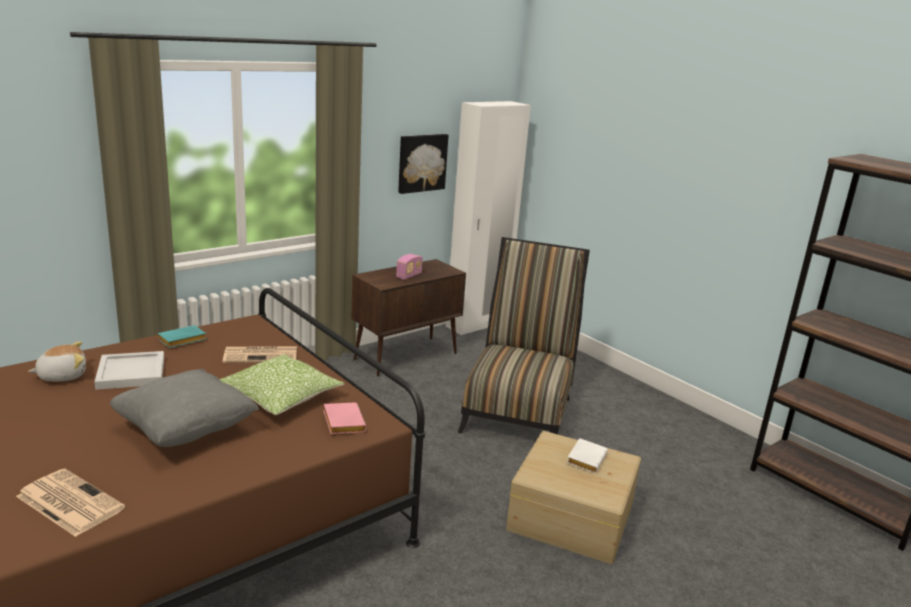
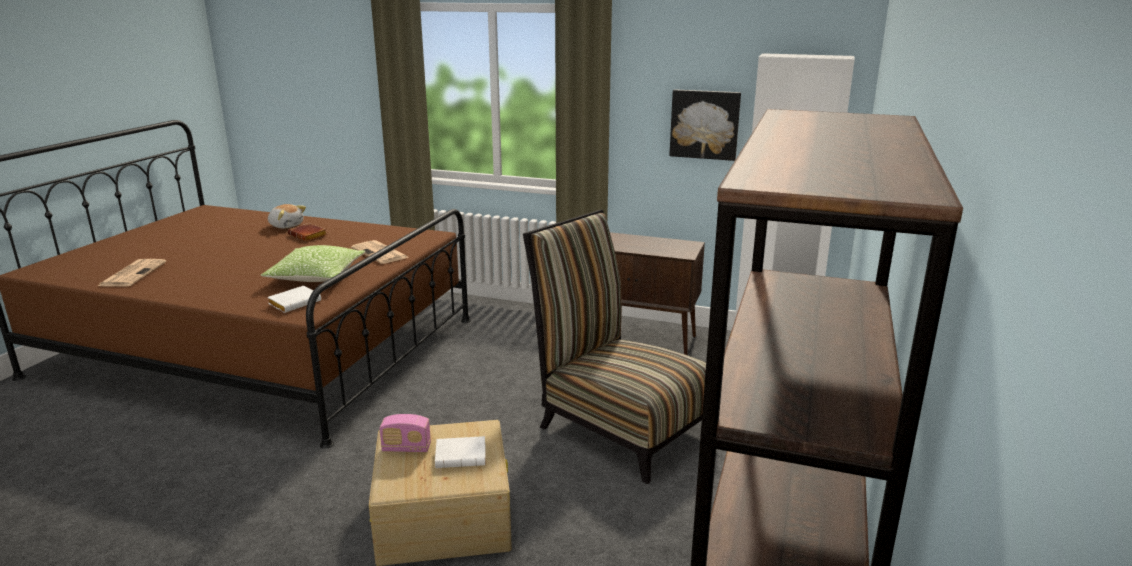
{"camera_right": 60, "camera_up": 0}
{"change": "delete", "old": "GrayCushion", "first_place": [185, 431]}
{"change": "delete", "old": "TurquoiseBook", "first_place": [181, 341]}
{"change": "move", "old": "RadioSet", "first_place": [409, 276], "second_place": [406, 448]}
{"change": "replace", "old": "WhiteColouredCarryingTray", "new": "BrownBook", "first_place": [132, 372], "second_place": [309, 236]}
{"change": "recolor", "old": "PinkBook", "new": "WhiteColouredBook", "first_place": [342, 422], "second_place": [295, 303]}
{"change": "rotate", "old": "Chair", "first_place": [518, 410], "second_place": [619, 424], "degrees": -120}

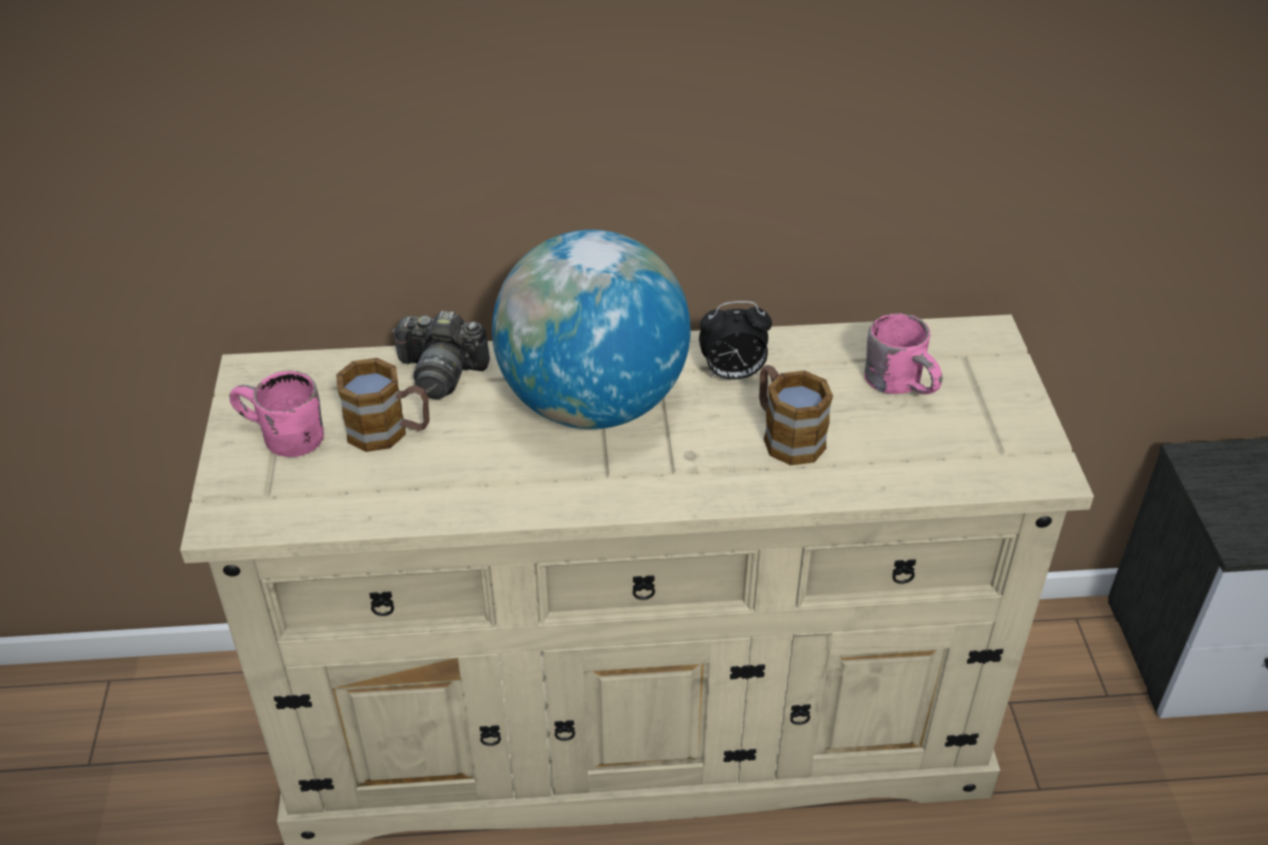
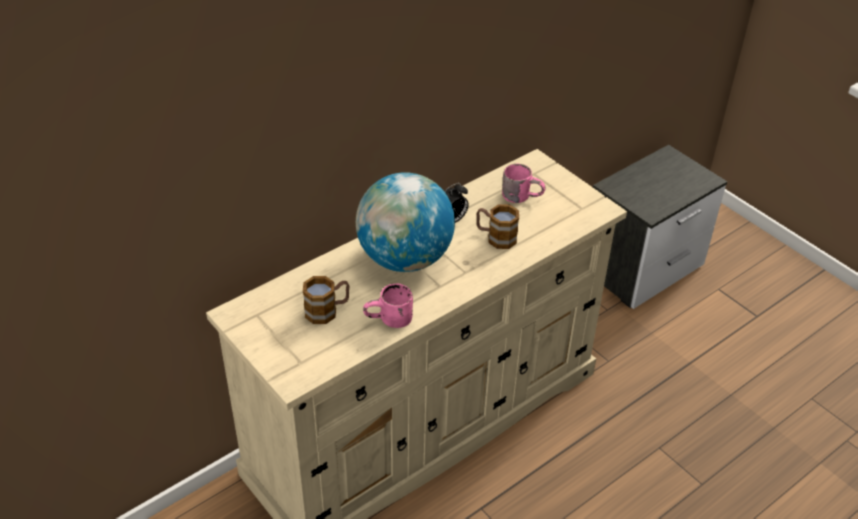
{"camera_right": -35, "camera_up": 0}
{"change": "delete", "old": "PhotoCamera", "first_place": [441, 373]}
{"change": "move", "old": "PinkMug", "first_place": [280, 440], "second_place": [390, 321]}

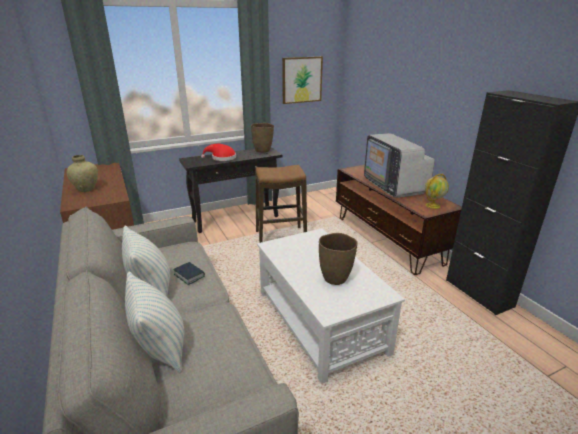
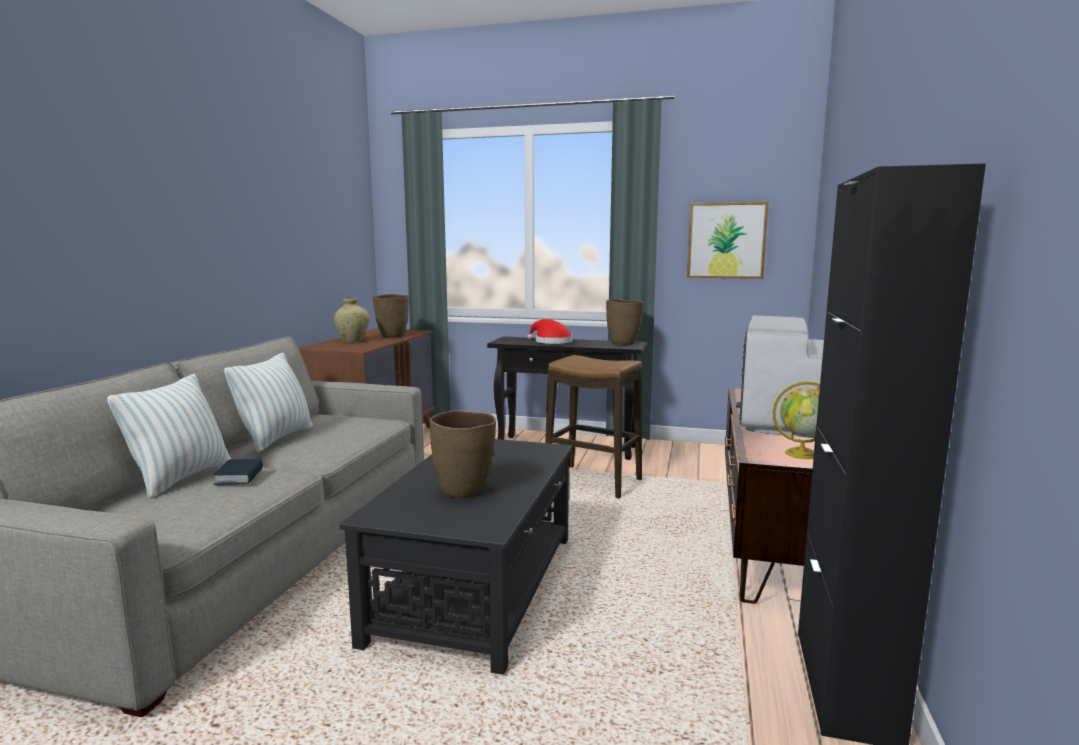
{"camera_right": 40, "camera_up": -15}
{"change": "insert", "new": "BrownFlowerVase", "second_place": [392, 336]}
{"change": "move", "old": "Book", "first_place": [189, 275], "second_place": [239, 477]}
{"change": "recolor", "old": "WhiteColouredLowTable", "new": "BlackishLowTable", "first_place": [320, 320], "second_place": [478, 586]}

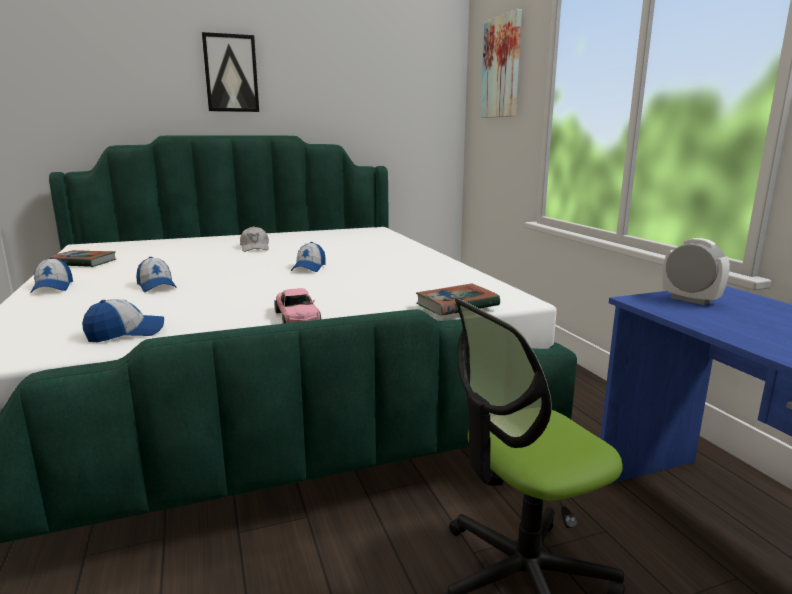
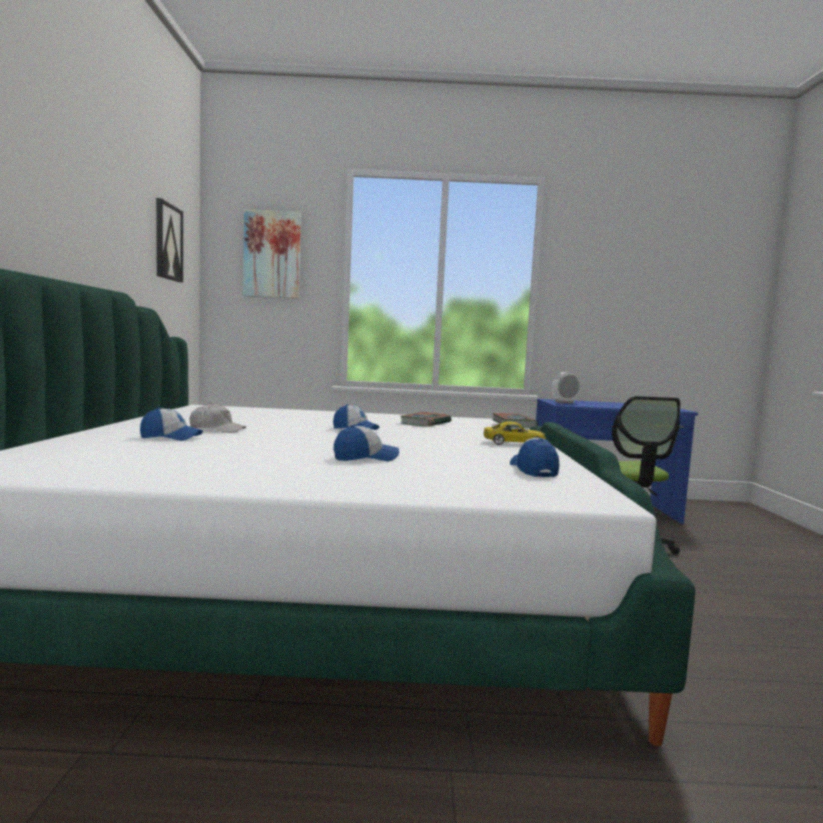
{"camera_right": -70, "camera_up": -10}
{"change": "move", "old": "BaseballCap", "first_place": [53, 287], "second_place": [171, 437]}
{"change": "move", "old": "Book", "first_place": [83, 263], "second_place": [425, 423]}
{"change": "move", "old": "WallArt", "first_place": [231, 73], "second_place": [168, 242]}
{"change": "recolor", "old": "PinkToyCar", "new": "YellowColouredToyCar", "first_place": [297, 317], "second_place": [514, 443]}

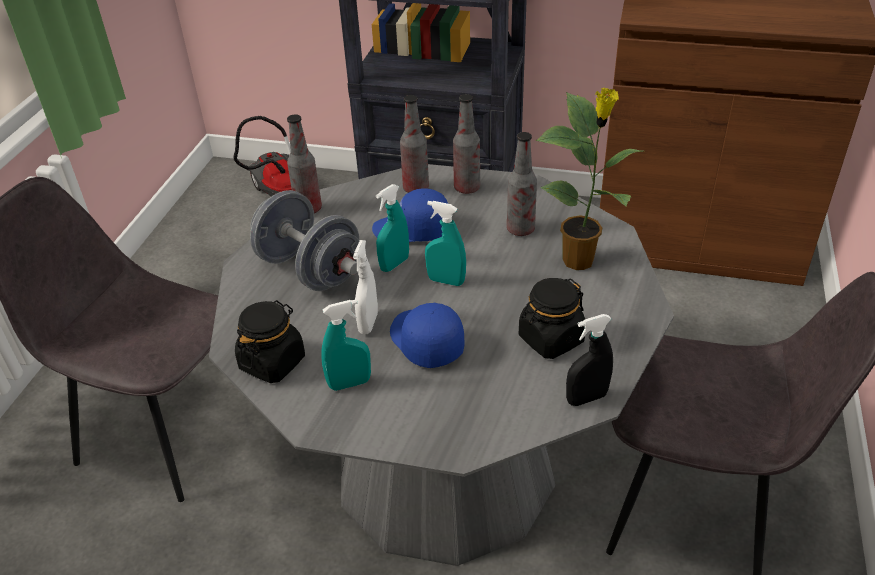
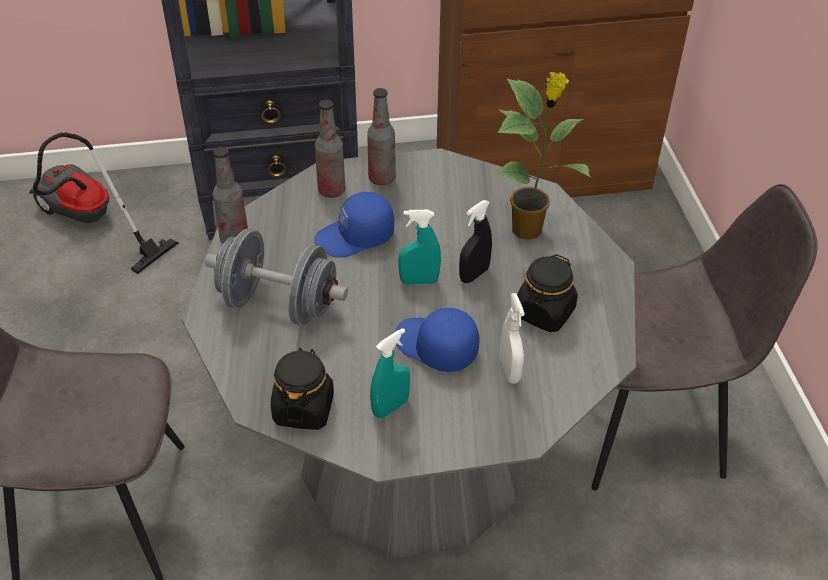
{"camera_right": -25, "camera_up": 5}
{"change": "delete", "old": "TurquoiseHandSprayer", "first_place": [394, 264]}
{"change": "delete", "old": "BeverageBottle", "first_place": [520, 229]}
{"change": "move", "old": "WhiteColouredHandSprayer", "first_place": [368, 323], "second_place": [509, 370]}
{"change": "move", "old": "BlackishHandSprayer", "first_place": [586, 398], "second_place": [474, 275]}

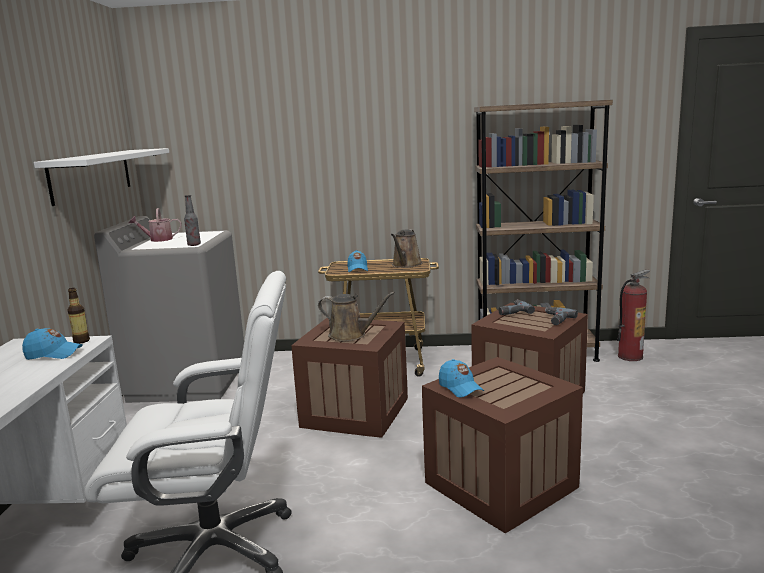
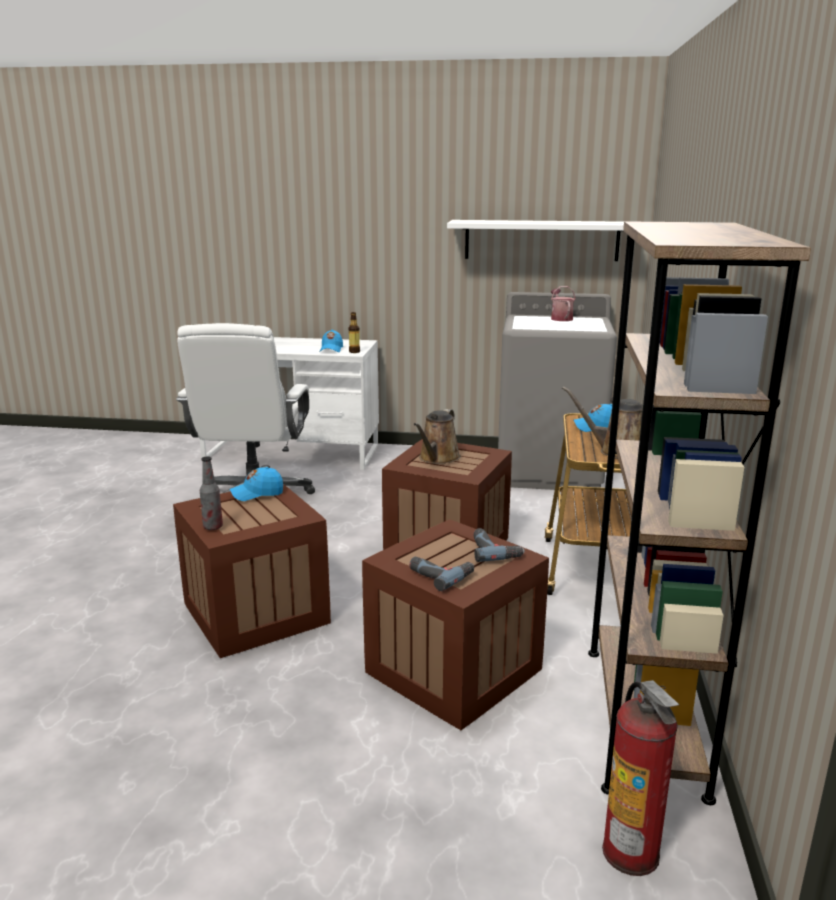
{"camera_right": 95, "camera_up": 5}
{"change": "move", "old": "BeverageBottle", "first_place": [194, 245], "second_place": [213, 527]}

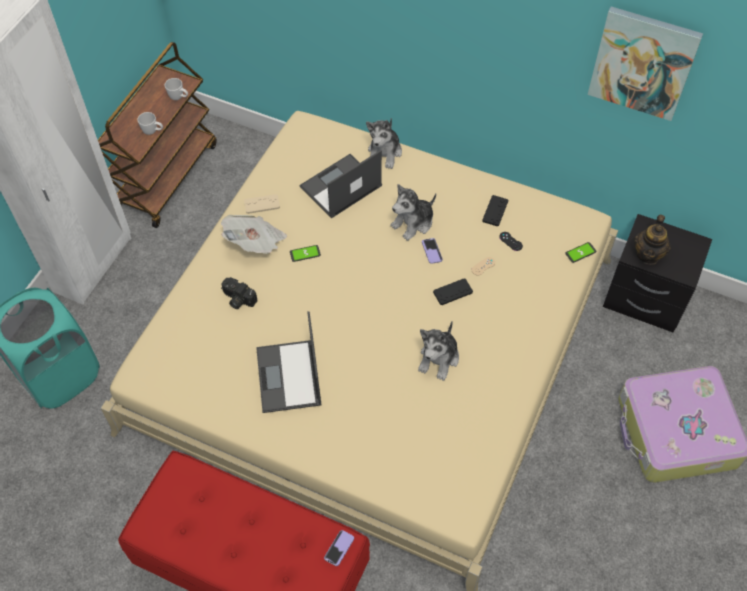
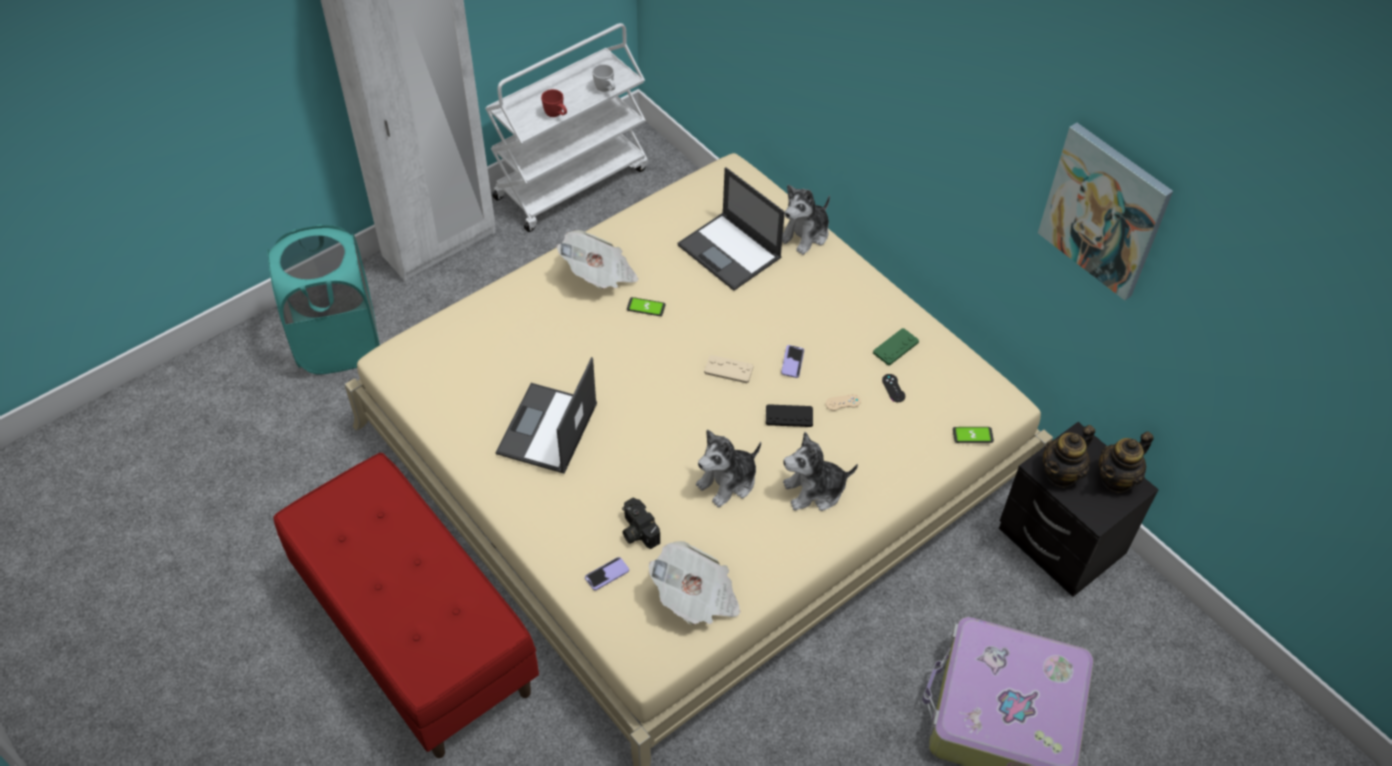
{"camera_right": 25, "camera_up": -5}
{"change": "insert", "new": "PrintedPaper", "second_place": [696, 597]}
{"change": "insert", "new": "PotForTea", "second_place": [1117, 479]}
{"change": "move", "old": "PhotoCamera", "first_place": [237, 299], "second_place": [637, 531]}
{"change": "move", "old": "BeigeJoypad", "first_place": [262, 204], "second_place": [728, 370]}
{"change": "move", "old": "Phone", "first_place": [339, 548], "second_place": [607, 574]}
{"change": "move", "old": "PlushToy", "first_place": [413, 223], "second_place": [815, 490]}
{"change": "recolor", "old": "BrownTrolley", "new": "WhiteColouredTrolley", "first_place": [166, 176], "second_place": [571, 182]}
{"change": "recolor", "old": "WhiteColouredMug", "new": "RedMug", "first_place": [153, 132], "second_place": [556, 115]}
{"change": "recolor", "old": "BlackishJoypad", "new": "GreenColouredJoypad", "first_place": [495, 211], "second_place": [895, 347]}
{"change": "rotate", "old": "PortableComputer", "first_place": [340, 187], "second_place": [730, 252], "degrees": -120}

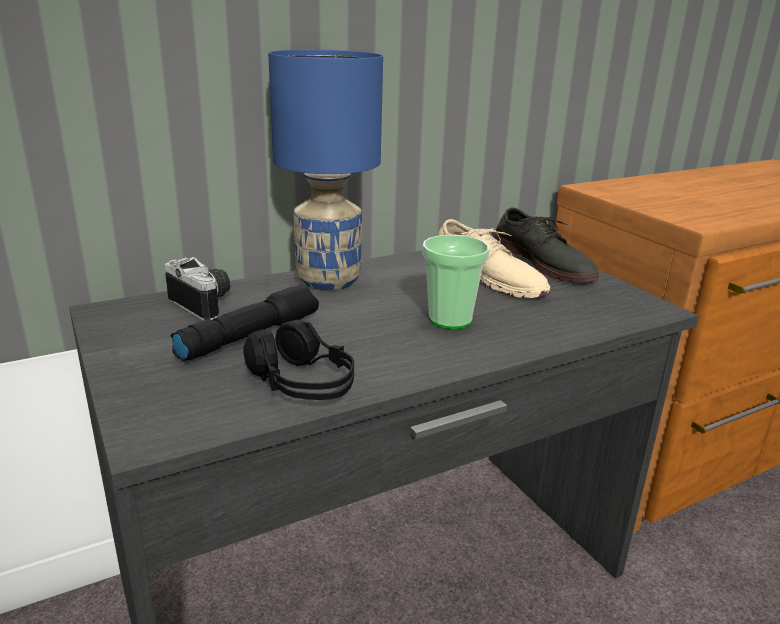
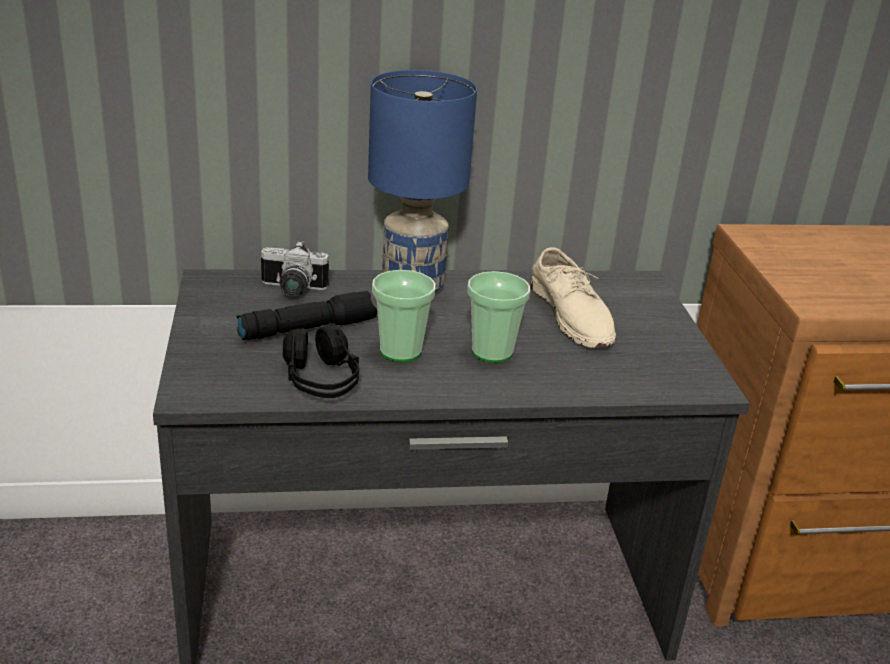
{"camera_right": 20, "camera_up": 5}
{"change": "delete", "old": "GrayItemOfFootwear", "first_place": [543, 262]}
{"change": "insert", "new": "SmallCup", "second_place": [400, 351]}
{"change": "rotate", "old": "PhotoCamera", "first_place": [206, 304], "second_place": [292, 290], "degrees": 120}

